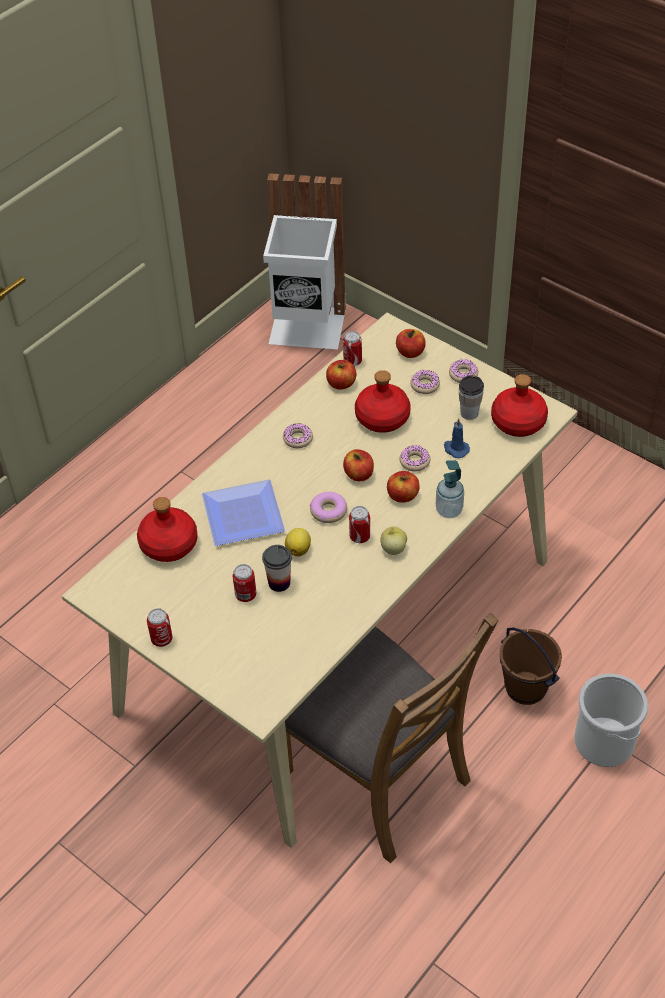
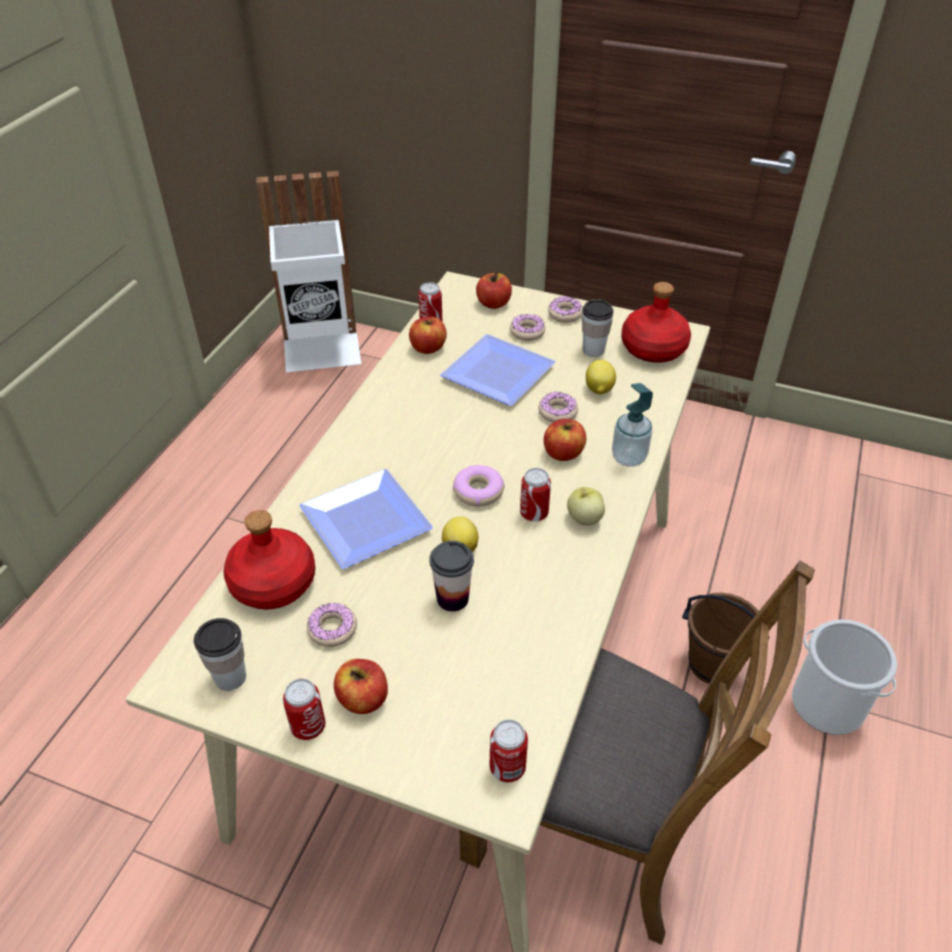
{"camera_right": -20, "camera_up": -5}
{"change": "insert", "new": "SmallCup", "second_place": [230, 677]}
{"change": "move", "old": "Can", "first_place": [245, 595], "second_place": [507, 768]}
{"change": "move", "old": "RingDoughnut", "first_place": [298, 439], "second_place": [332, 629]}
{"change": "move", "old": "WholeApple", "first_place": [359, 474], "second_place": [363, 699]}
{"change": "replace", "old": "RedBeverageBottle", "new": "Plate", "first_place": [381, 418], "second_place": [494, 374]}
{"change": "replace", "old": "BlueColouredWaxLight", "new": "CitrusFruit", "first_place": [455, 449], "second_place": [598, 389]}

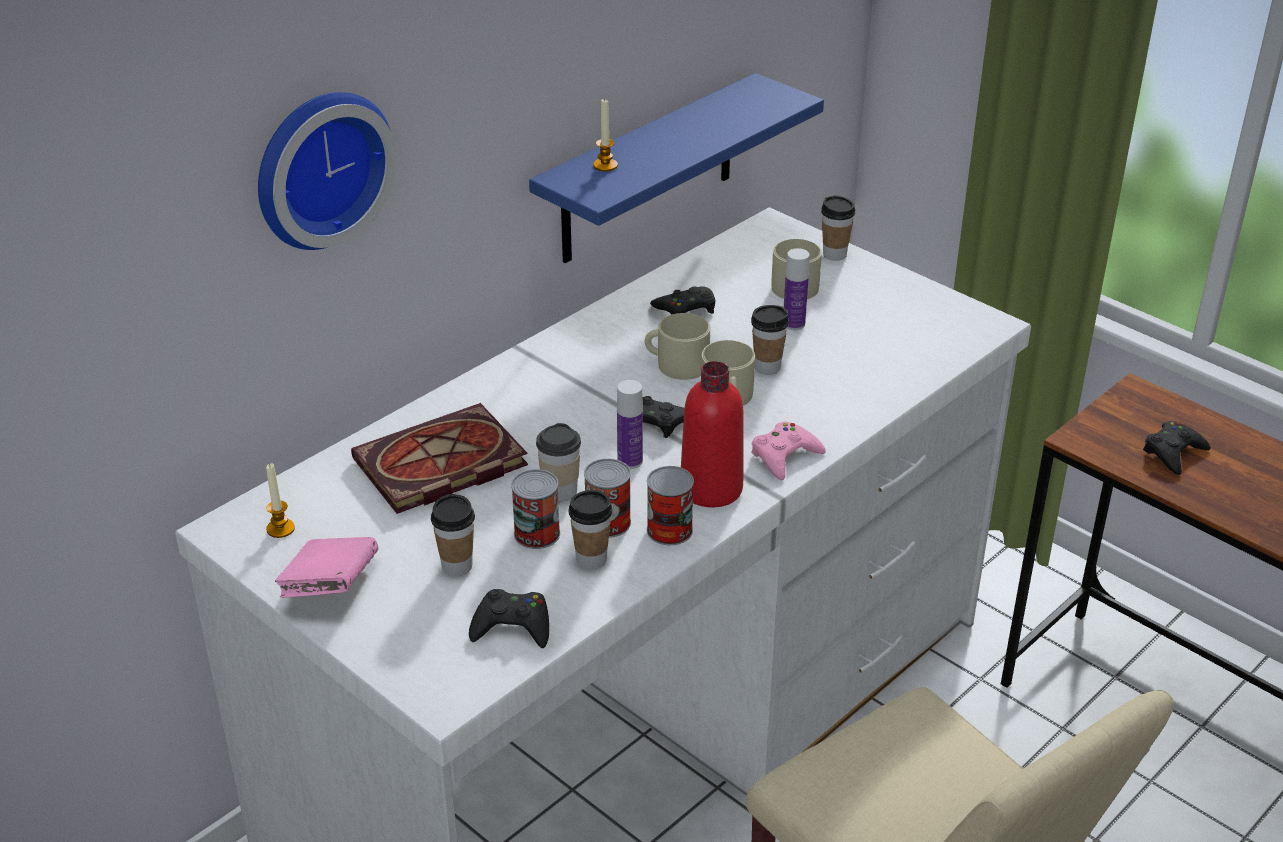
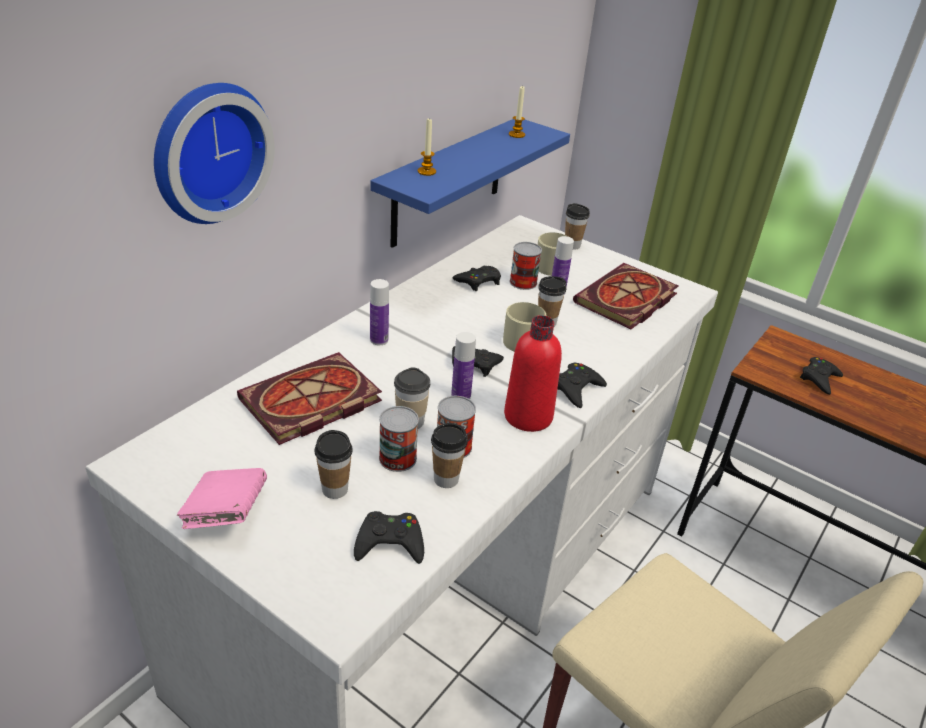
{"camera_right": -10, "camera_up": 0}
{"change": "delete", "old": "BeigeMug", "first_place": [676, 364]}
{"change": "insert", "new": "BeverageBottle", "second_place": [379, 340]}
{"change": "insert", "new": "Book", "second_place": [626, 301]}
{"change": "move", "old": "WaxLight", "first_place": [280, 529], "second_place": [516, 135]}
{"change": "move", "old": "Can", "first_place": [669, 530], "second_place": [523, 282]}
{"change": "recolor", "old": "PinkJoypad", "new": "BlackishJoypad", "first_place": [784, 456], "second_place": [576, 389]}

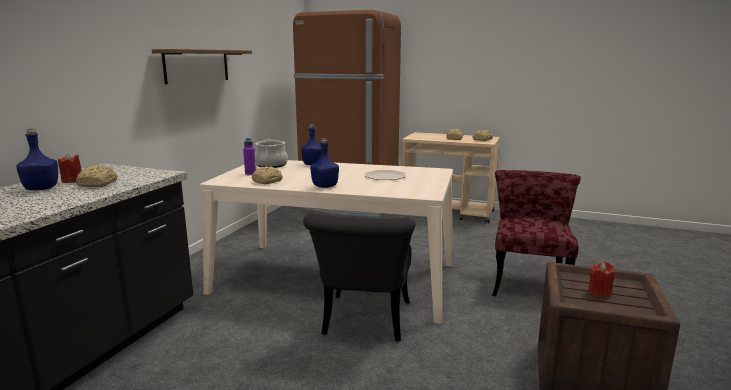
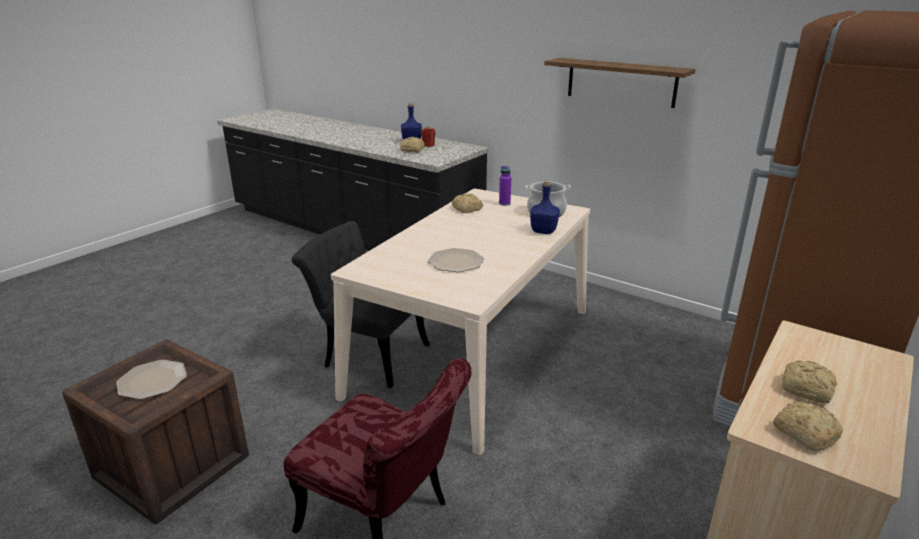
{"camera_right": 105, "camera_up": 10}
{"change": "delete", "old": "BlueColouredBeverageBottle", "first_place": [325, 186]}
{"change": "replace", "old": "RedWaxLight", "new": "Plate", "first_place": [600, 292], "second_place": [153, 380]}

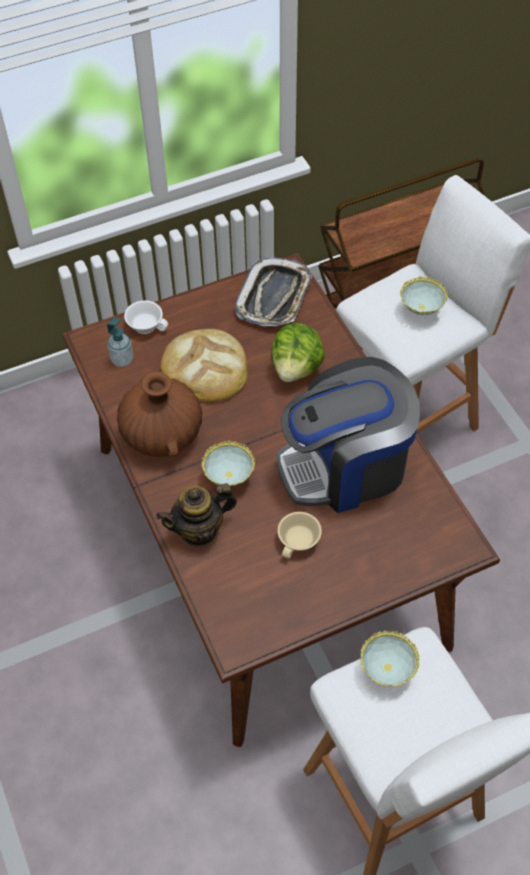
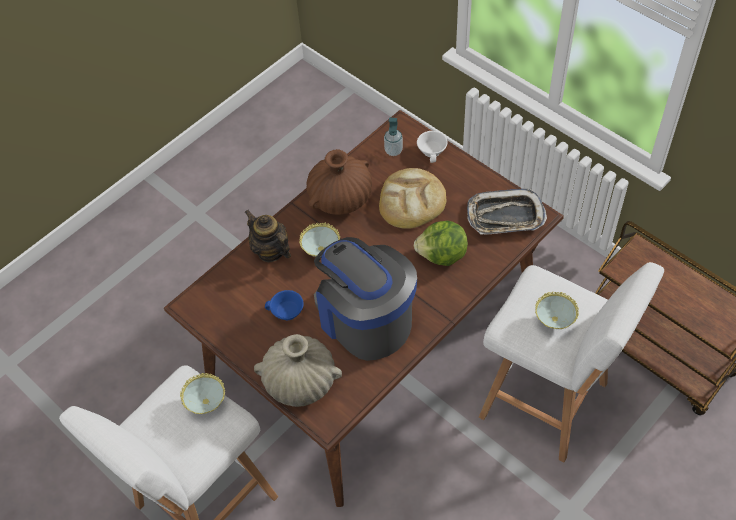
{"camera_right": 70, "camera_up": 0}
{"change": "insert", "new": "BeigeFlowerVase", "second_place": [300, 382]}
{"change": "recolor", "old": "BeigeSmallCup", "new": "BlueColouredSmallCup", "first_place": [299, 541], "second_place": [286, 313]}

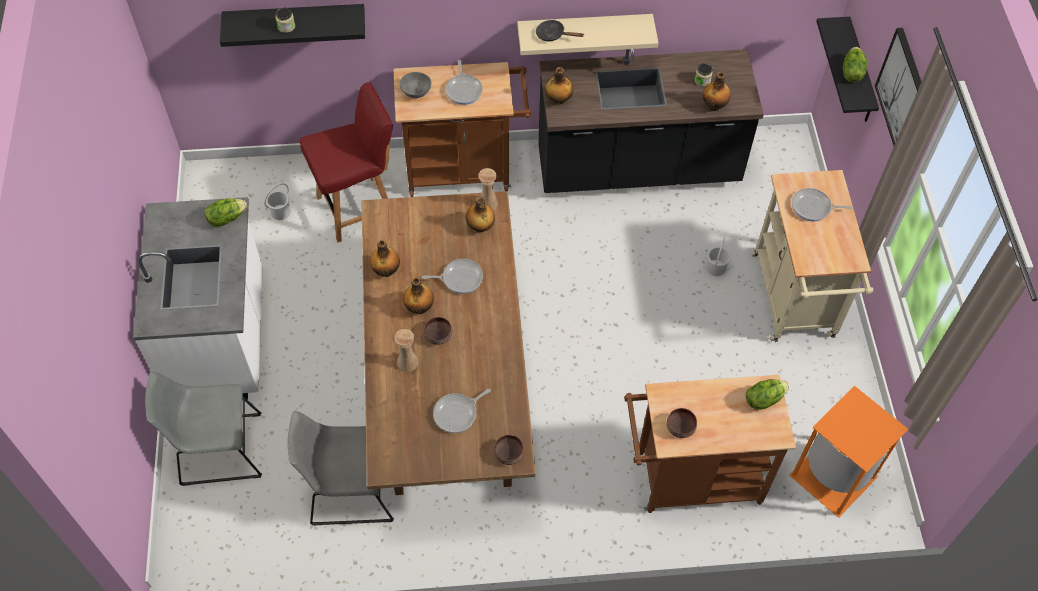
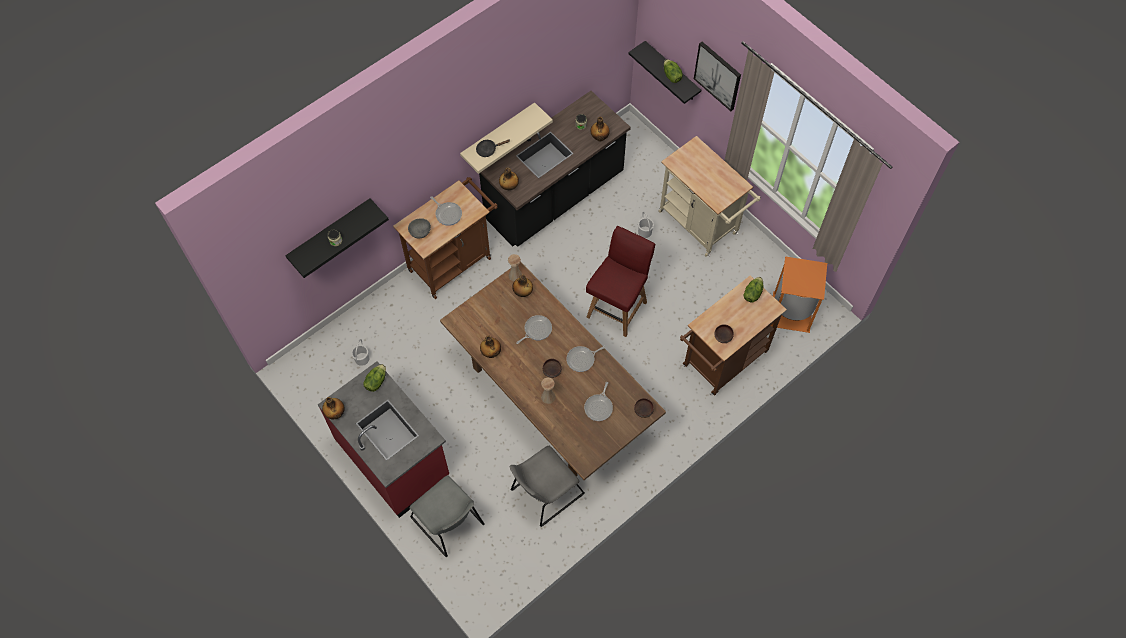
{"camera_right": -35, "camera_up": 5}
{"change": "move", "old": "RedChair", "first_place": [358, 208], "second_place": [617, 308]}
{"change": "move", "old": "BeverageBottle", "first_place": [419, 307], "second_place": [335, 413]}
{"change": "move", "old": "FryingPan", "first_place": [813, 207], "second_place": [582, 359]}
{"change": "recolor", "old": "WhiteColouredCounter", "new": "RedCounter", "first_place": [221, 338], "second_place": [394, 458]}
{"change": "rotate", "old": "GrayChair", "first_place": [216, 449], "second_place": [449, 523], "degrees": -90}

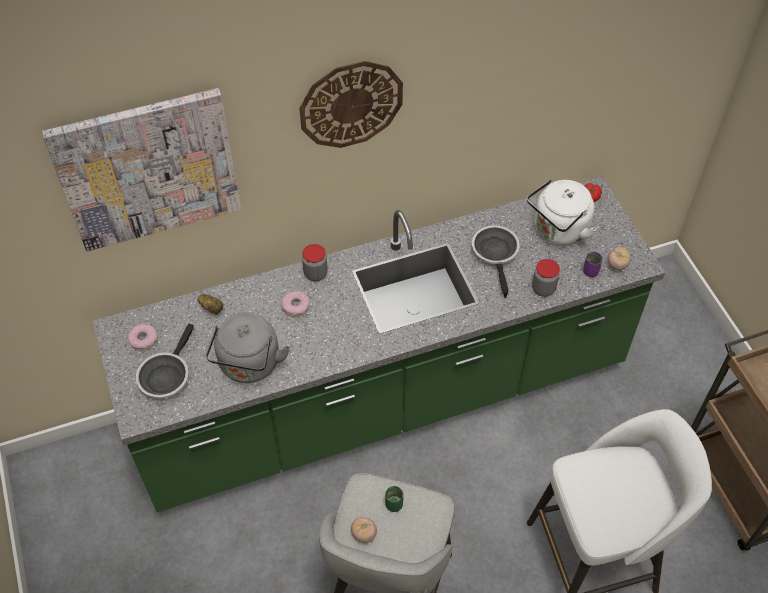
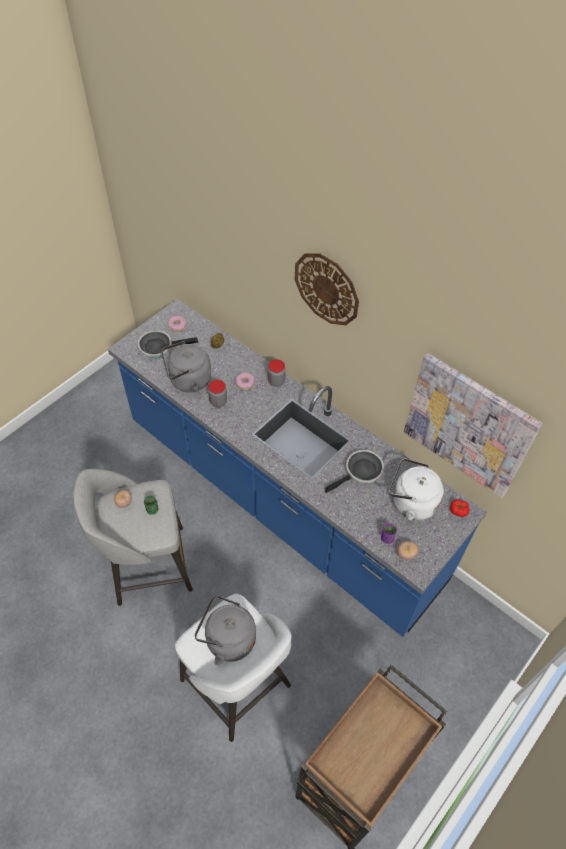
{"camera_right": 60, "camera_up": 0}
{"change": "insert", "new": "GrayKettle", "second_place": [227, 639]}
{"change": "move", "old": "WallArt", "first_place": [148, 169], "second_place": [468, 425]}
{"change": "move", "old": "PreserveJar", "first_place": [543, 289], "second_place": [218, 402]}
{"change": "recolor", "old": "GreenColouredCounter", "new": "BlueColouredCounter", "first_place": [384, 400], "second_place": [280, 500]}

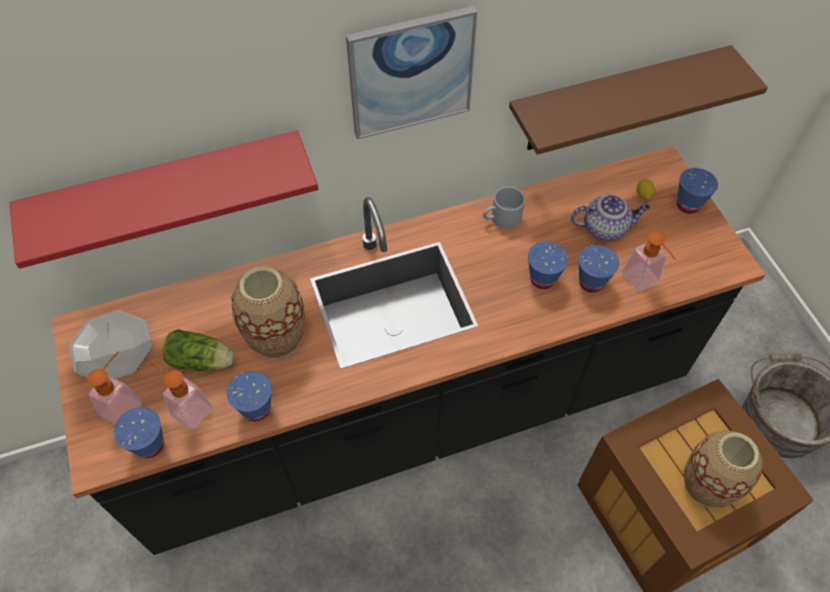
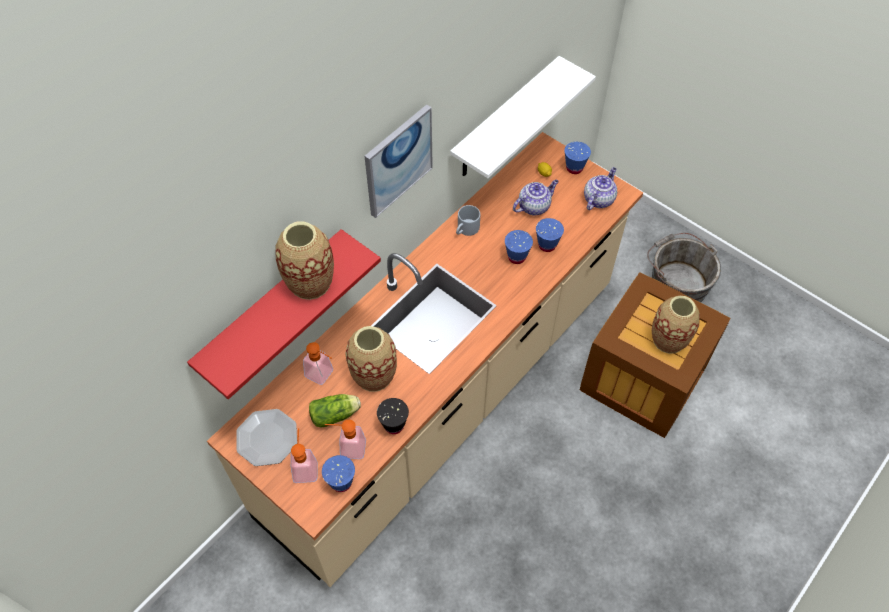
{"camera_right": -30, "camera_up": 0}
{"change": "insert", "new": "FlowerVase", "second_place": [310, 283]}
{"change": "insert", "new": "PotForTea", "second_place": [598, 199]}
{"change": "move", "old": "SoapBottle", "first_place": [644, 282], "second_place": [323, 375]}
{"change": "recolor", "old": "BlackishCounter", "new": "BeigeCounter", "first_place": [415, 413], "second_place": [444, 399]}
{"change": "recolor", "old": "BlueColouredSmallCup", "new": "BlackishSmallCup", "first_place": [256, 409], "second_place": [394, 425]}
{"change": "recolor", "old": "BrownBracketShelf", "new": "WhiteColouredBracketShelf", "first_place": [615, 100], "second_place": [505, 120]}

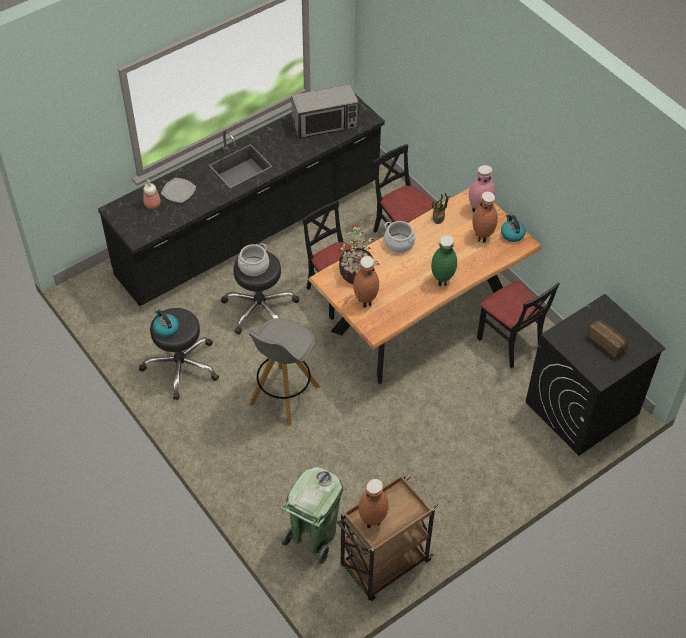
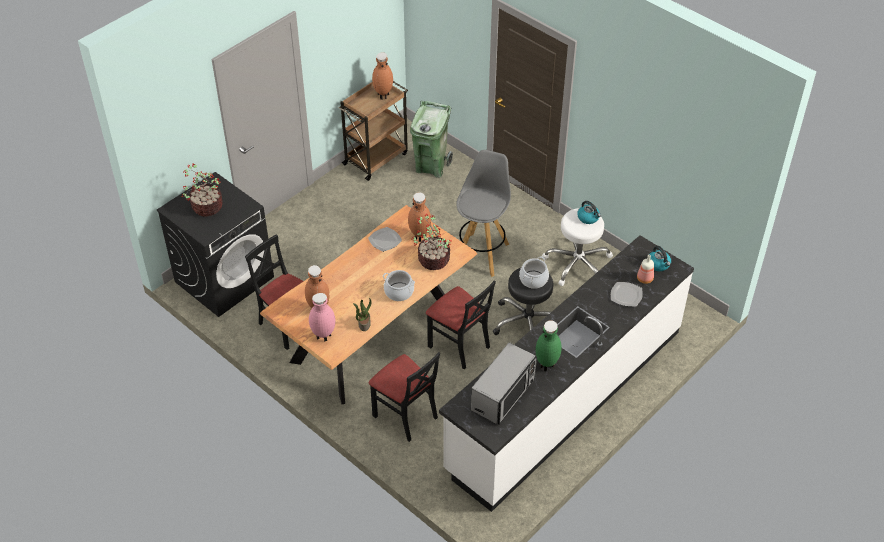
{"camera_right": 170, "camera_up": -5}
{"change": "insert", "new": "Plate", "second_place": [385, 240]}
{"change": "move", "old": "GreenColouredFlowerVase", "first_place": [441, 280], "second_place": [547, 365]}
{"change": "move", "old": "Kettle", "first_place": [512, 234], "second_place": [658, 264]}
{"change": "replace", "old": "Bread", "new": "PottedPlant", "first_place": [607, 342], "second_place": [206, 207]}
{"change": "recolor", "old": "BlackishCounter", "new": "WhiteColouredCounter", "first_place": [250, 230], "second_place": [565, 399]}
{"change": "recolor", "old": "BlackishStool", "new": "WhiteColouredStool", "first_place": [181, 366], "second_place": [577, 264]}
{"change": "rotate", "old": "Microwave", "first_place": [325, 124], "second_place": [503, 394], "degrees": 150}

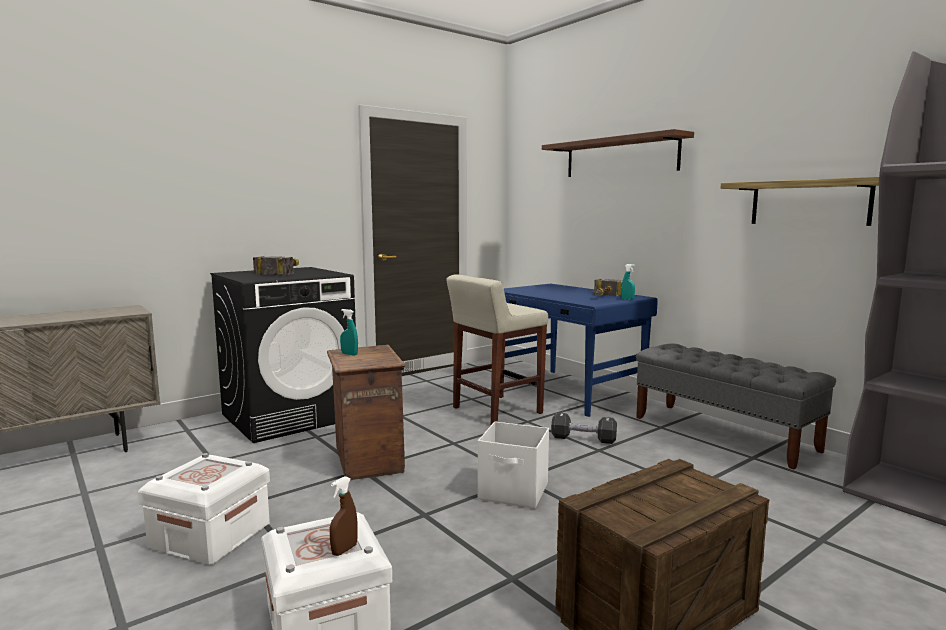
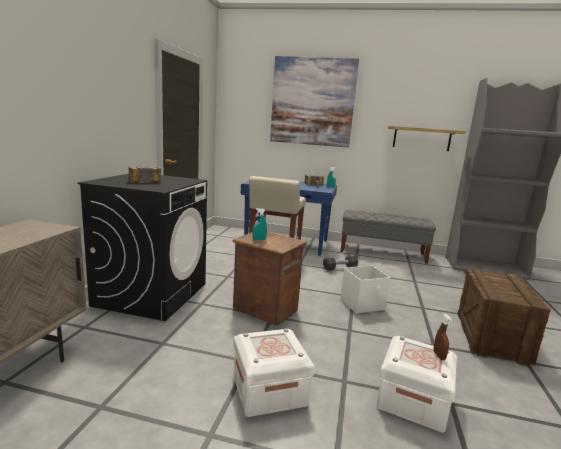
{"camera_right": -40, "camera_up": 5}
{"change": "replace", "old": "BrownBracketShelf", "new": "WallArt", "first_place": [620, 157], "second_place": [312, 102]}

